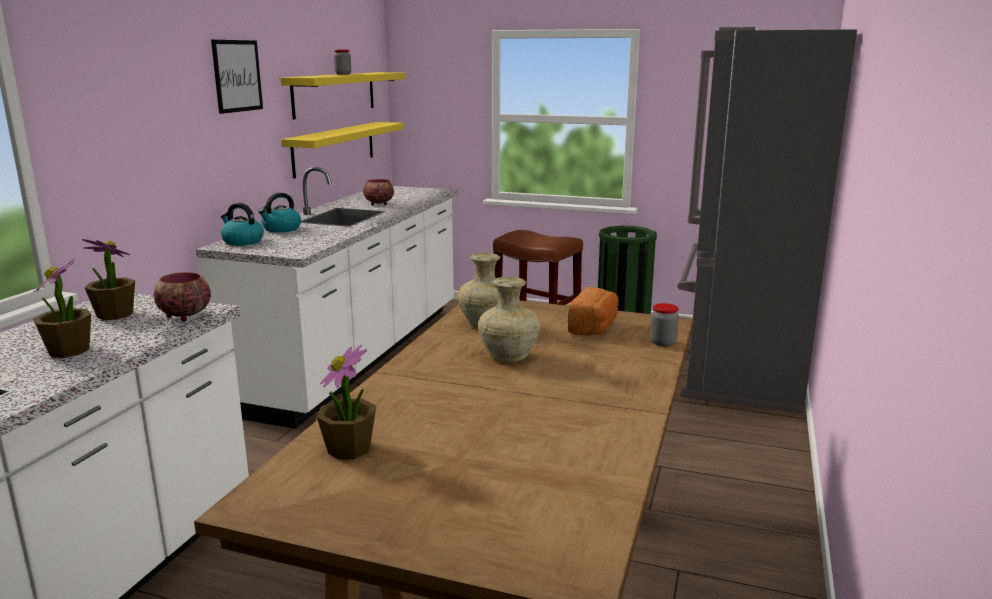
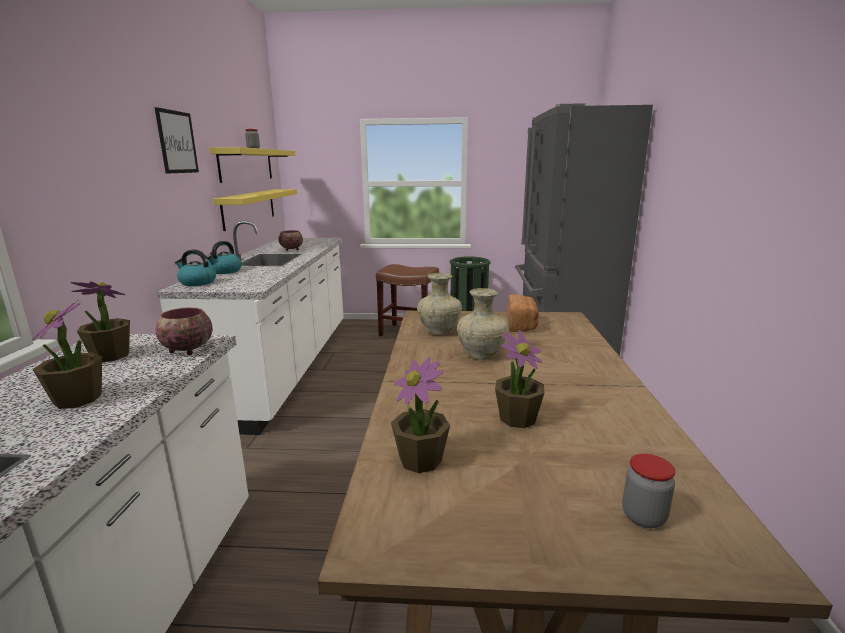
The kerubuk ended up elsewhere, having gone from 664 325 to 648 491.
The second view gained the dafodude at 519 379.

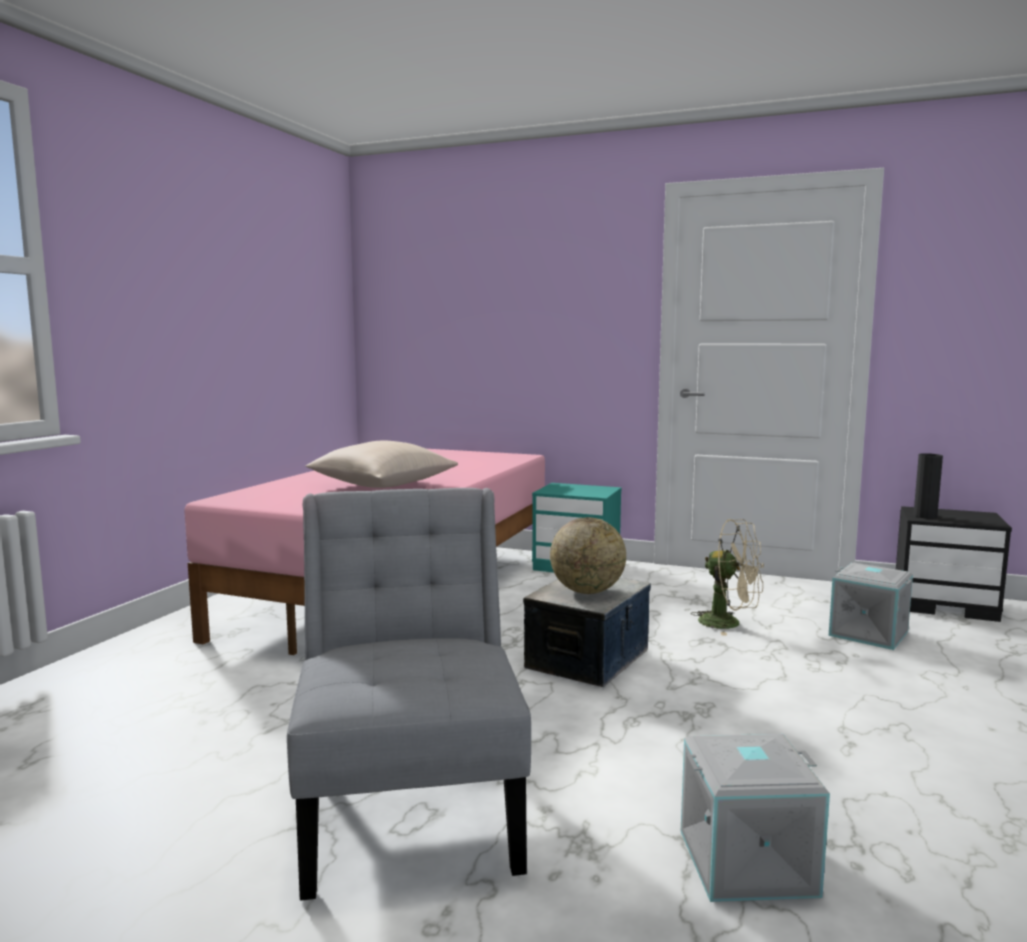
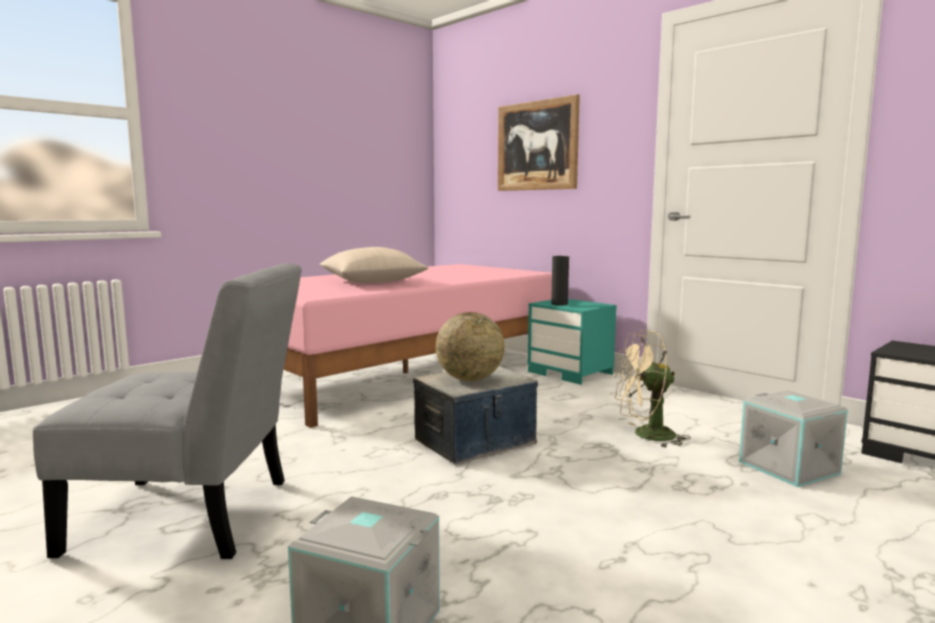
The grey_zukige at 409 694 ended up facing another way, 75 degrees clockwise from before.
The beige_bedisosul at 727 577 ended up facing another way, 120 degrees clockwise from before.
The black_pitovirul ended up elsewhere, having gone from 928 486 to 560 281.
The second view gained the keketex at 539 142.

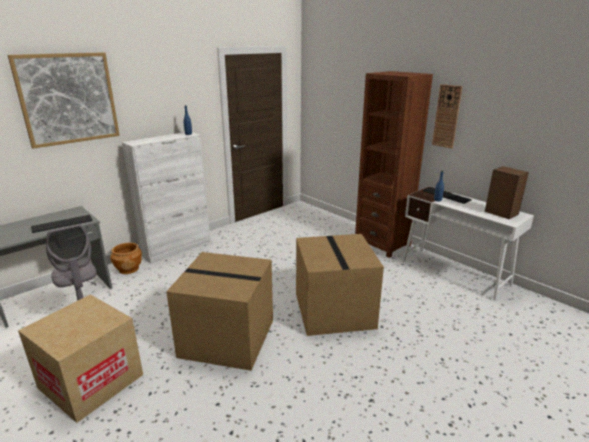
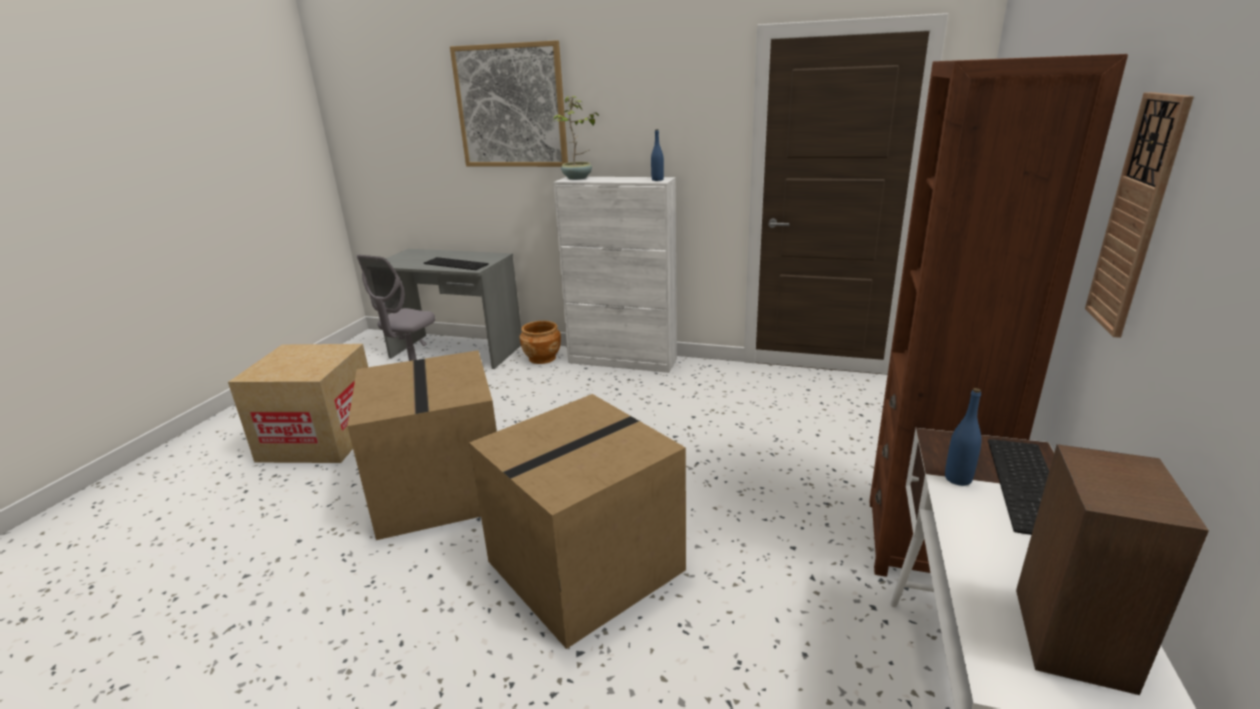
The second view gained the dafodude at 575 138.

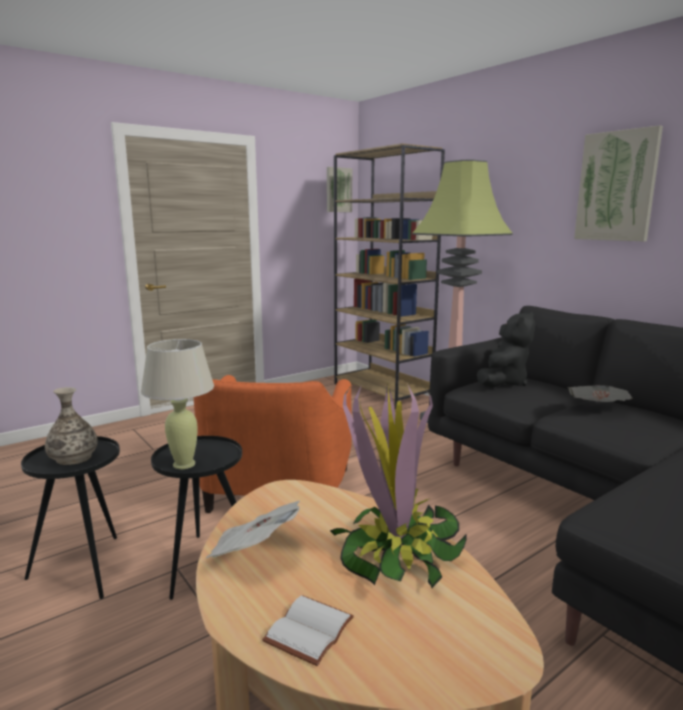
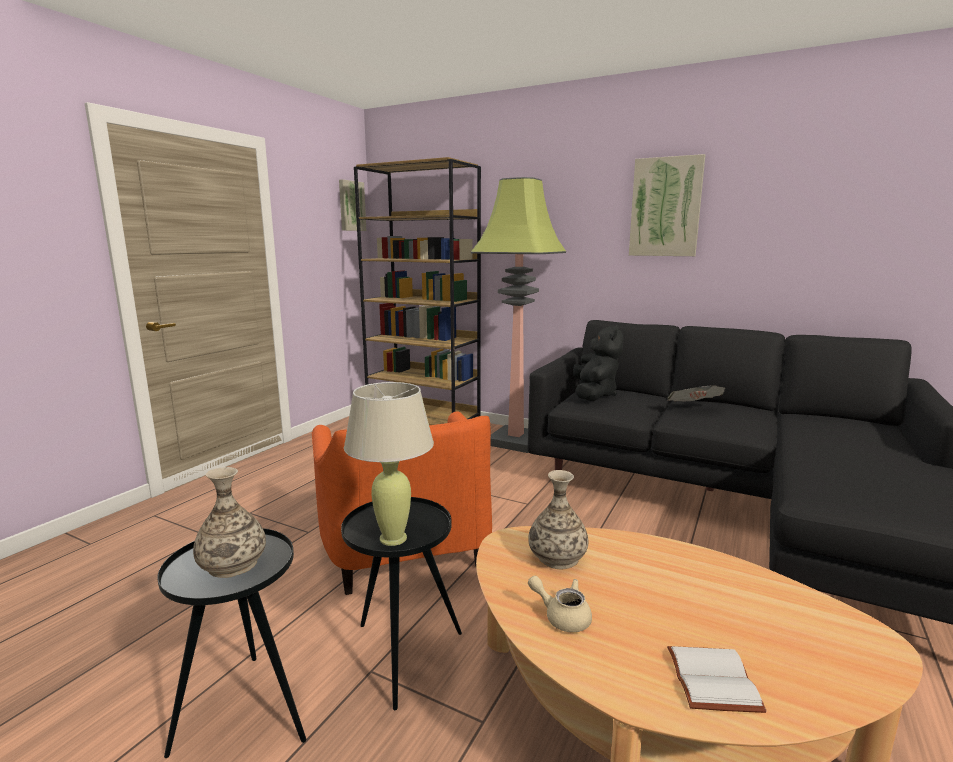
Where the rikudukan stood at 252 530, the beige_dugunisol came to stand at 560 604.
The second view lost the dafodude at 398 485.
The second view gained the pitovirul at 558 519.

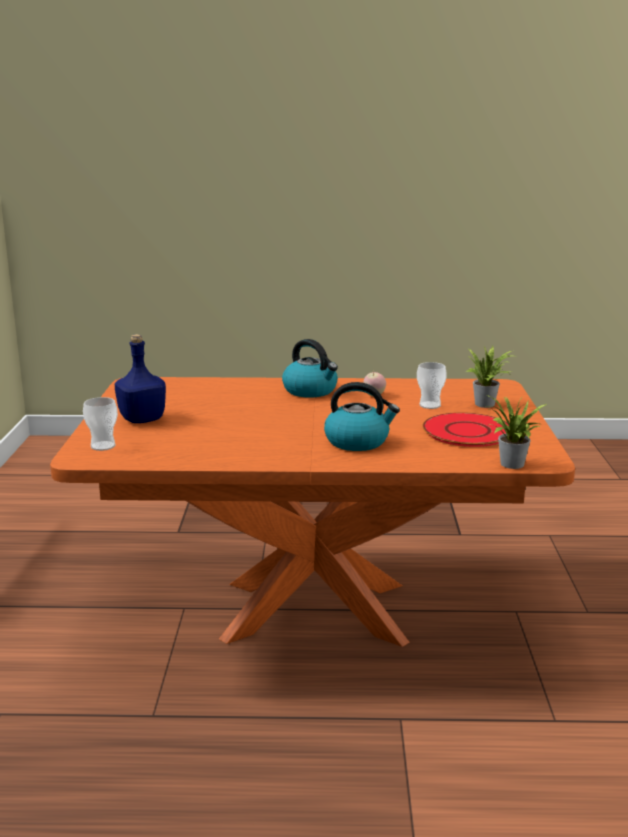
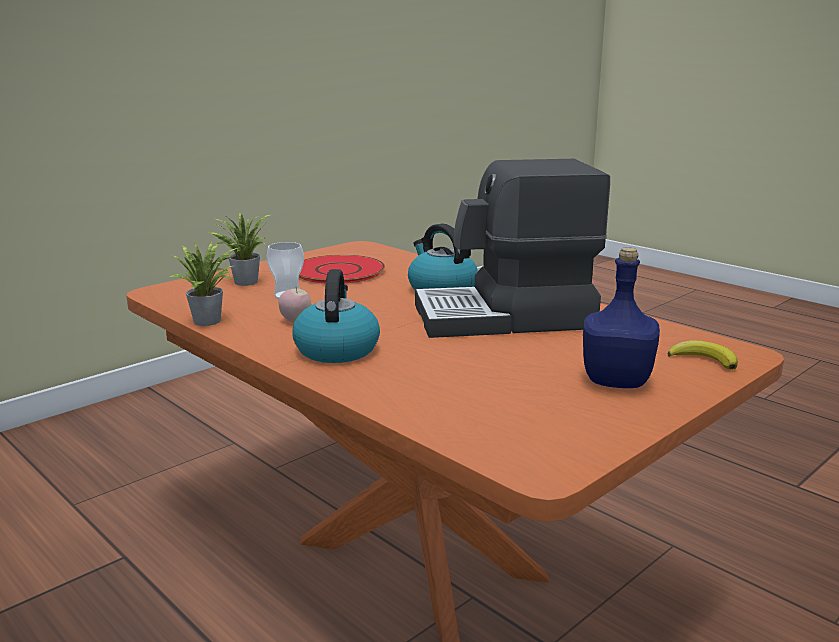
Where the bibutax stood at 100 424, the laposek came to stand at 703 355.
The dafodude ended up elsewhere, having gone from 517 432 to 204 283.
The second view gained the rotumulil at 512 248.

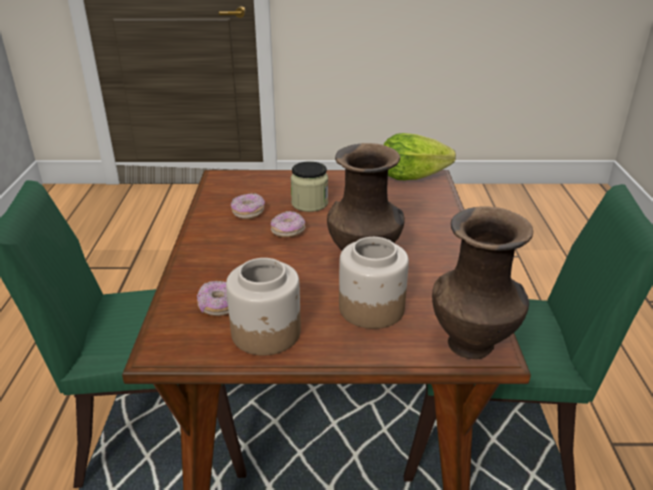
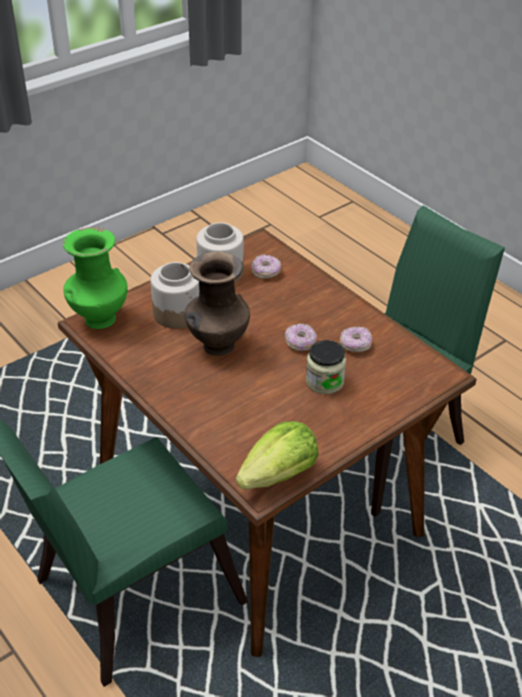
What was the brown_pitovirul at 482 282 turned into the green_pitovirul at 95 278.

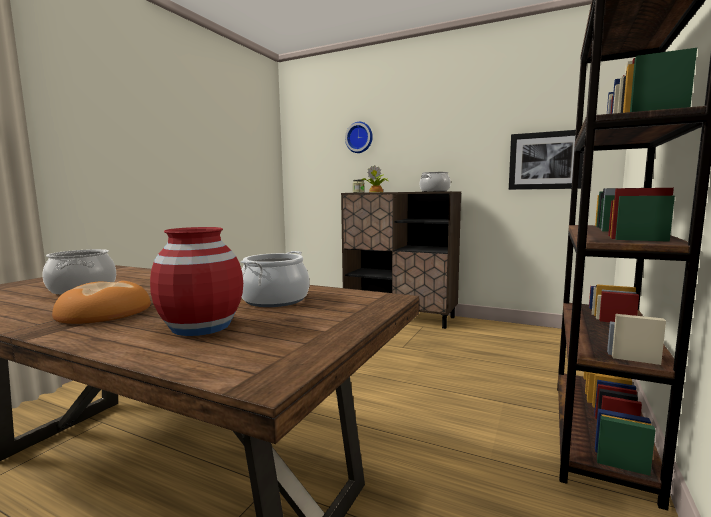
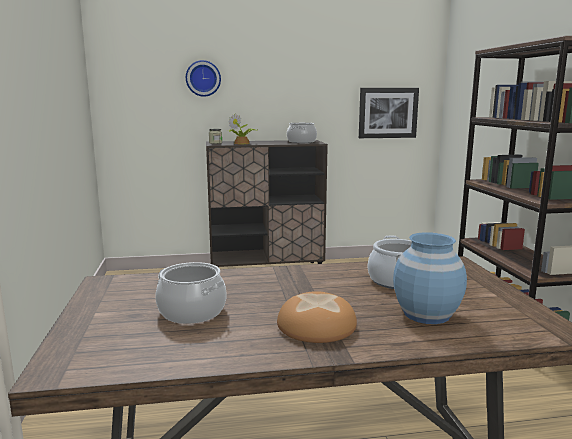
What was the red_pitovirul at 196 281 turned into the blue_pitovirul at 430 278.

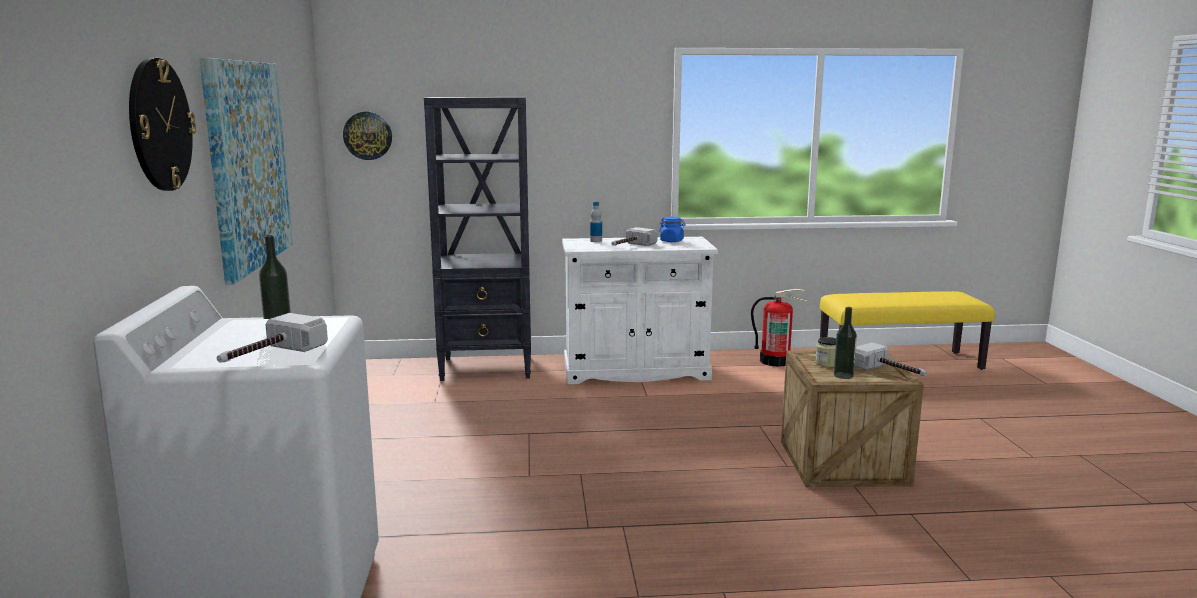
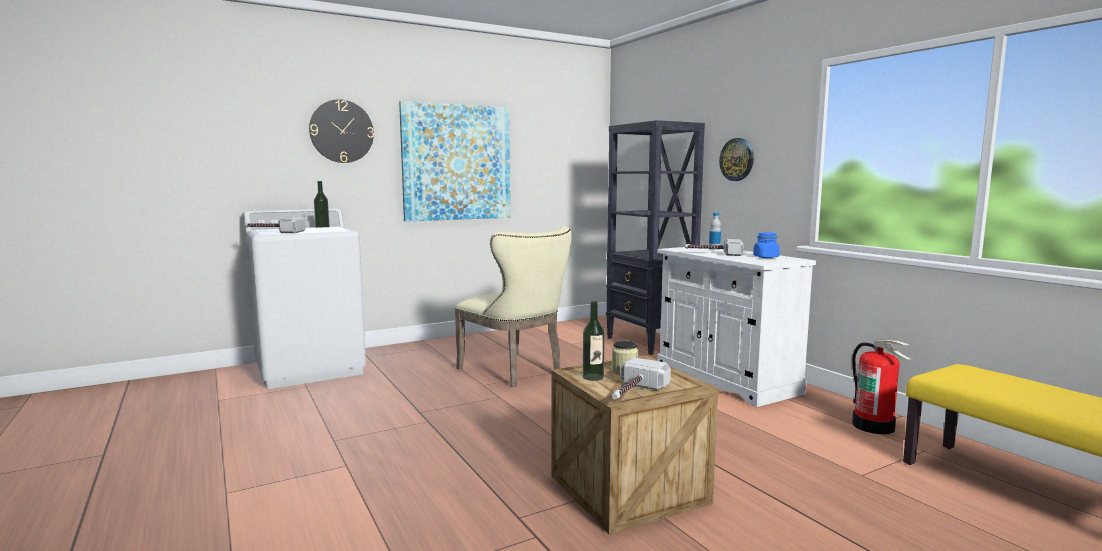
The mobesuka ended up elsewhere, having gone from 367 136 to 736 159.
The second view gained the beige_zukige at 513 307.

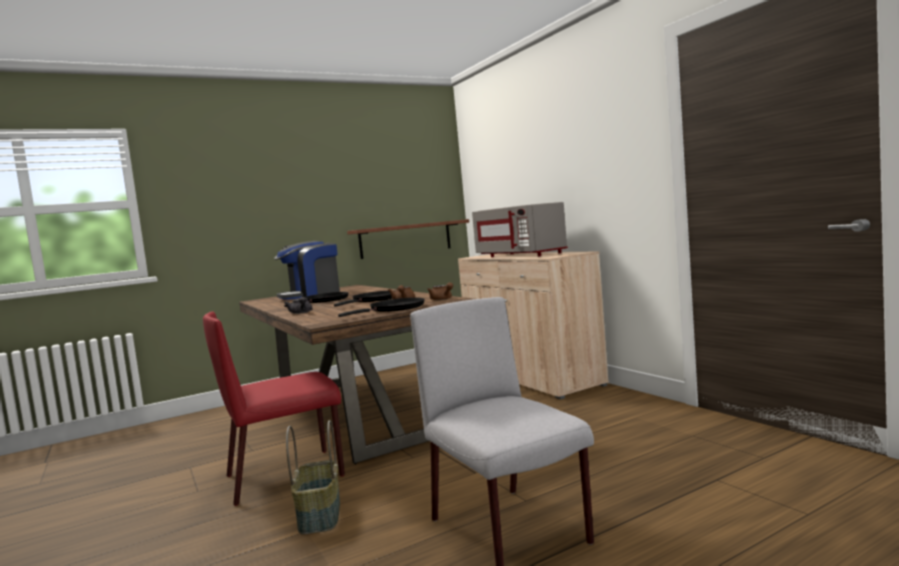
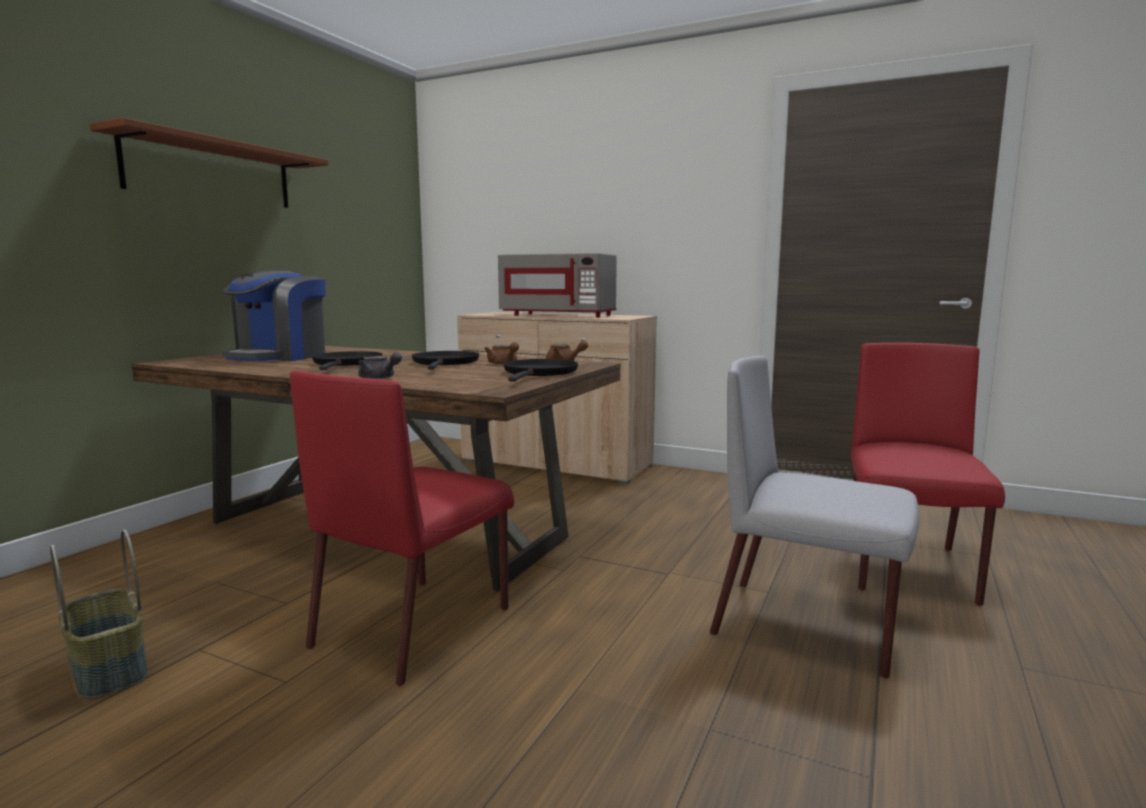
The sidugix ended up elsewhere, having gone from 313 477 to 99 614.
The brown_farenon ended up elsewhere, having gone from 408 239 to 209 163.
The second view gained the red_zukige at 928 474.

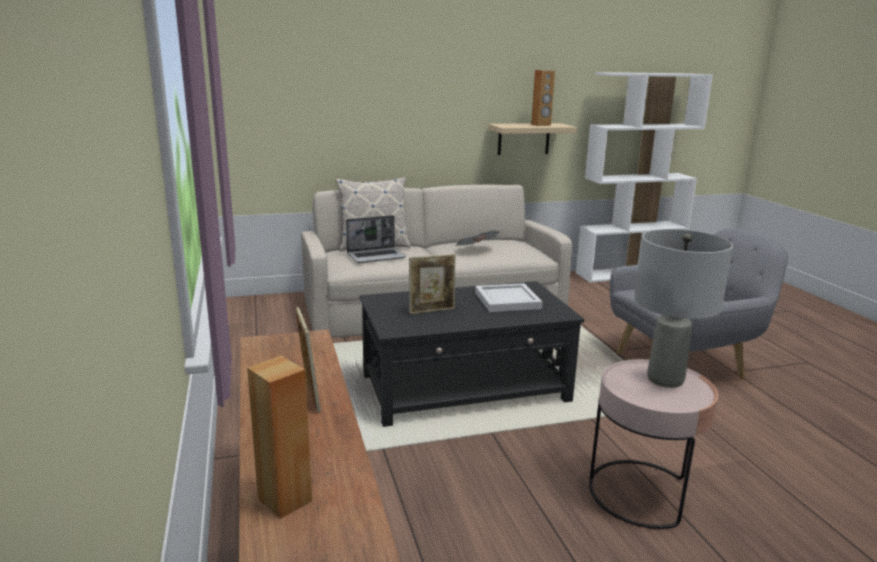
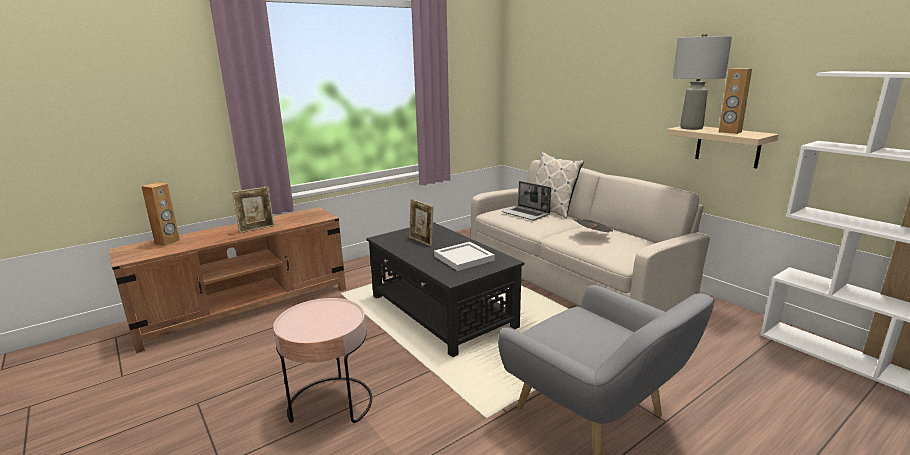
The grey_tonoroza ended up elsewhere, having gone from 684 308 to 702 81.

